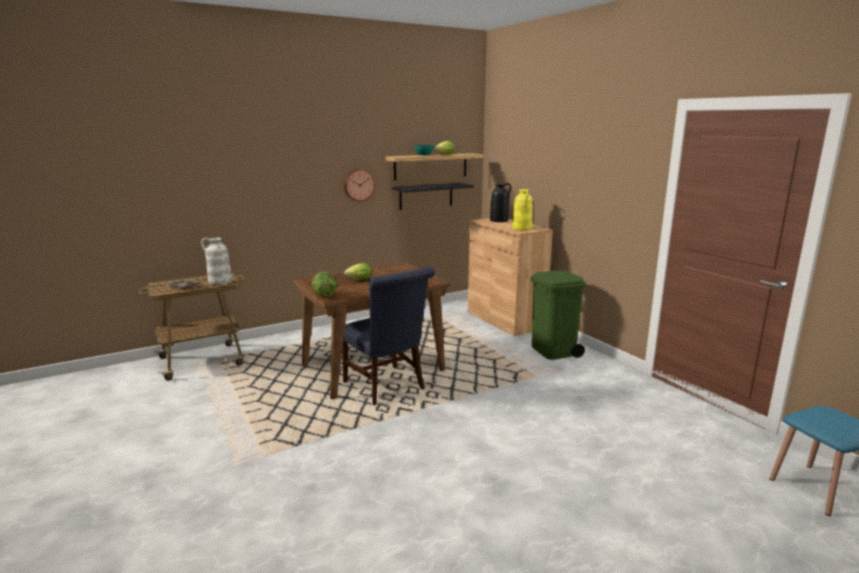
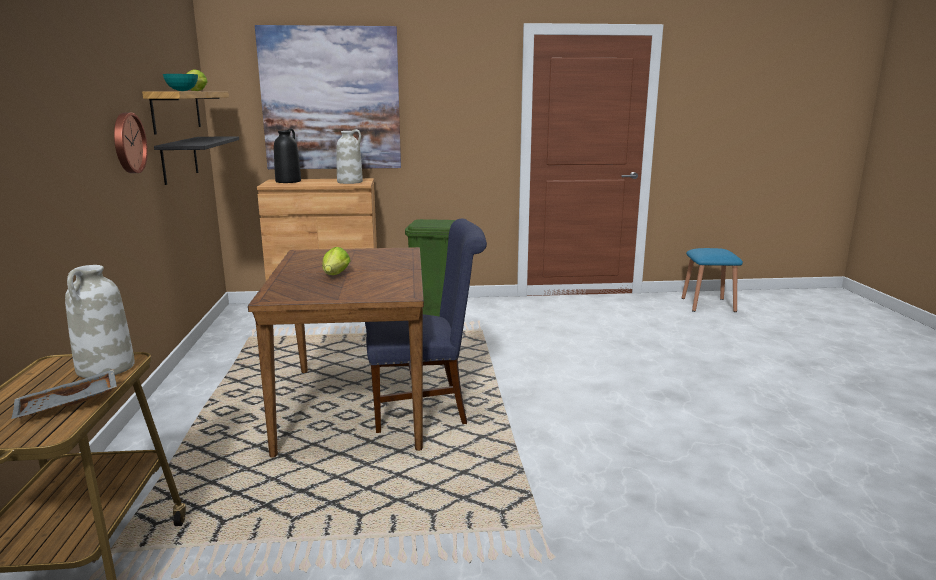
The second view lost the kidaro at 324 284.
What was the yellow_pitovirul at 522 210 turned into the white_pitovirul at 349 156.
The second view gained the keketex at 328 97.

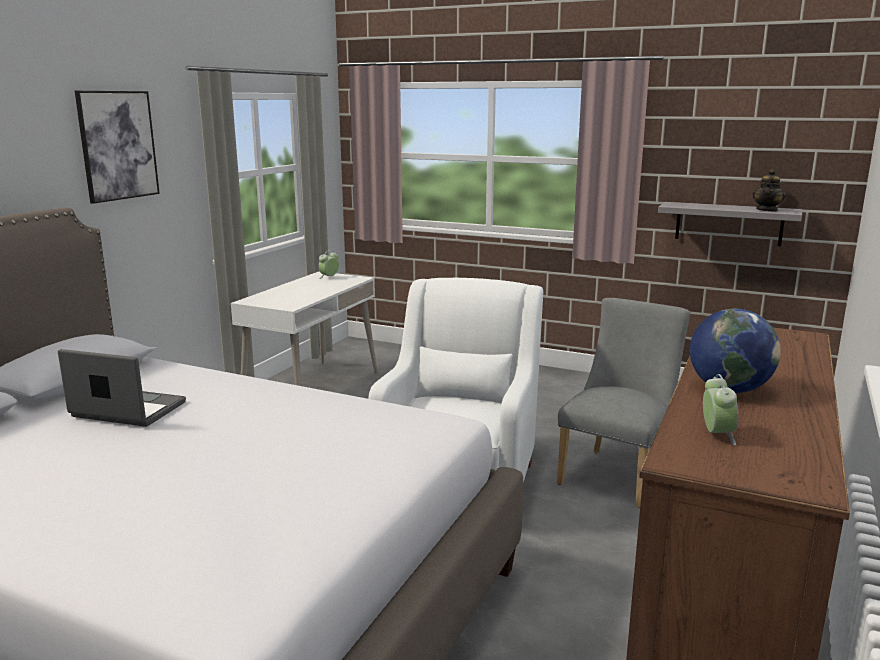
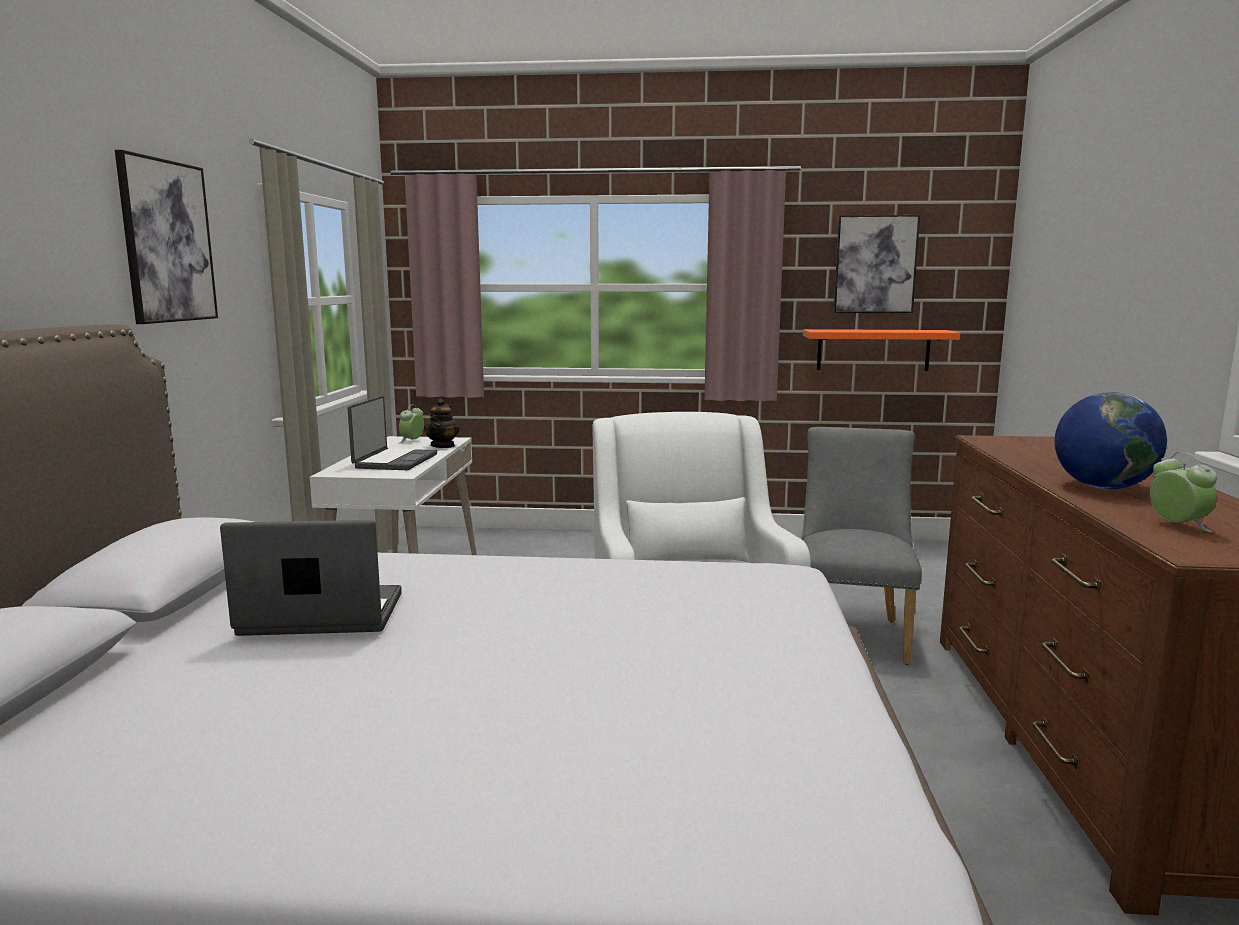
What was the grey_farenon at 730 224 turned into the orange_farenon at 881 350.
The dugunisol ended up elsewhere, having gone from 769 190 to 442 423.
The second view gained the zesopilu at 392 433.
The second view gained the keketex at 877 264.

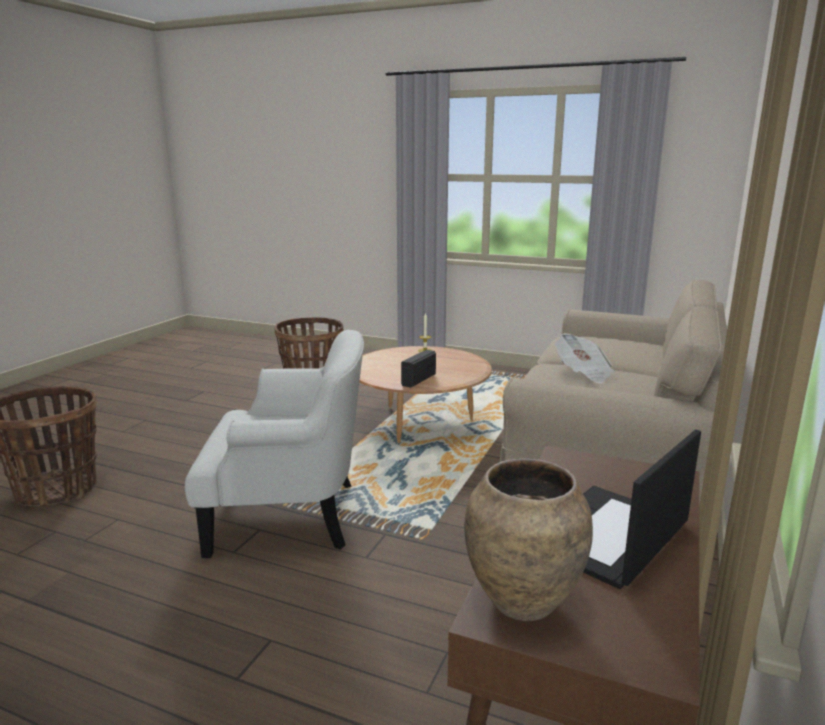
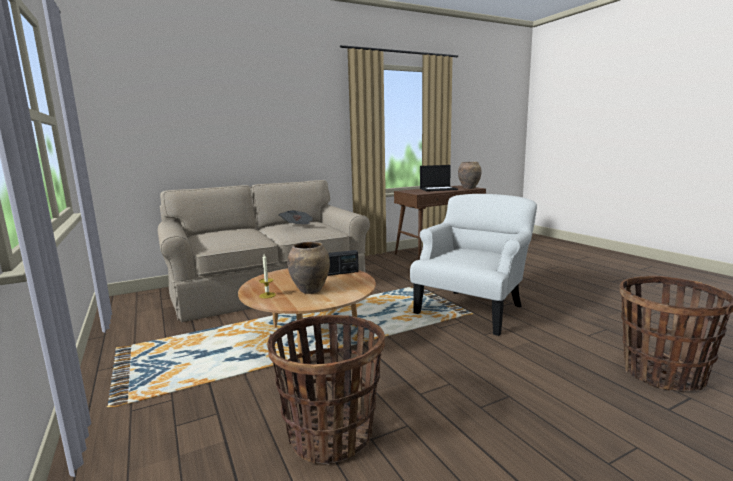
The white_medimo at 274 444 ended up facing another way, 90 degrees clockwise from before.
The second view gained the brown_pitovirul at 308 267.

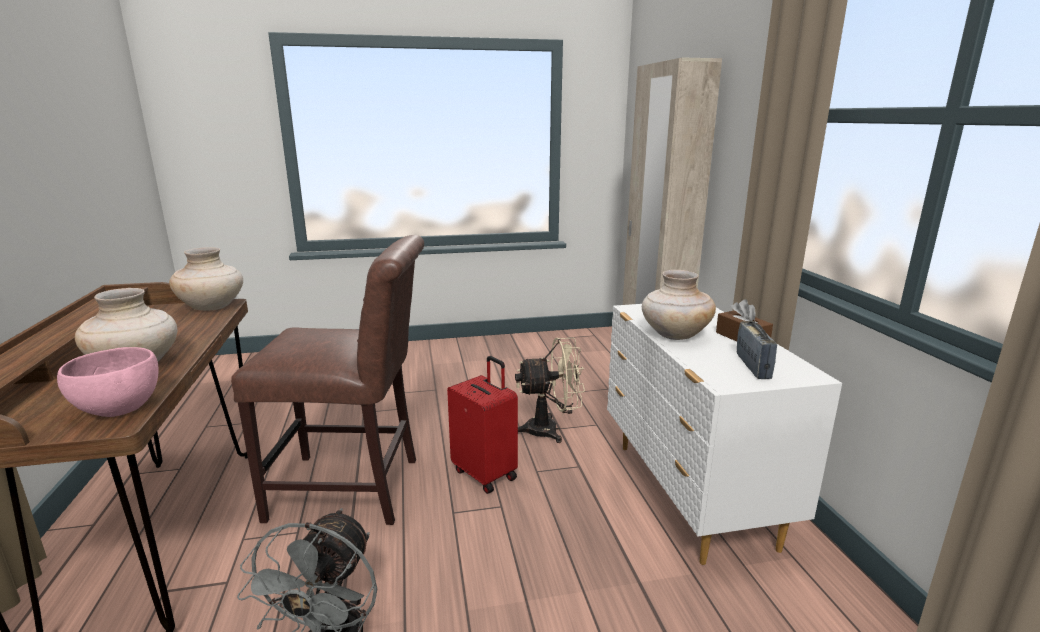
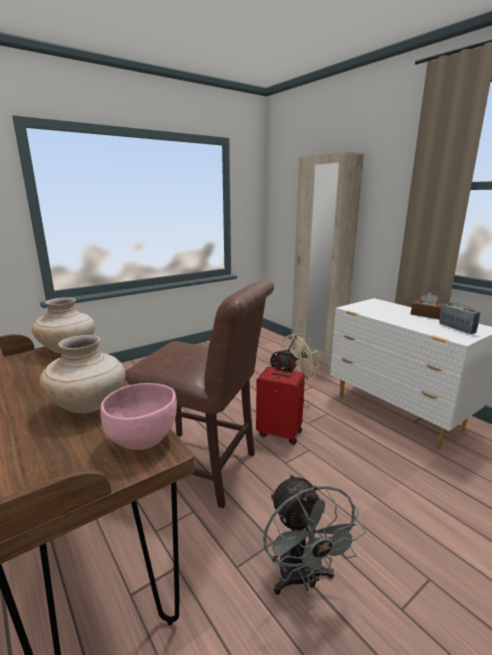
The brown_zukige at 327 380 ended up facing another way, 45 degrees clockwise from before.
The second view lost the beige_pitovirul at 679 305.

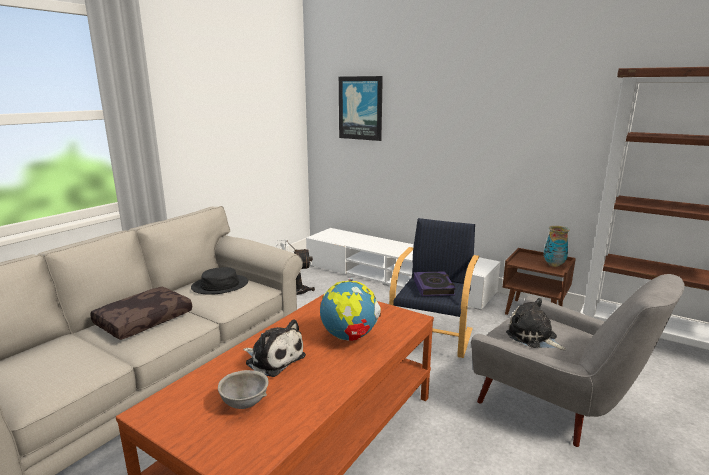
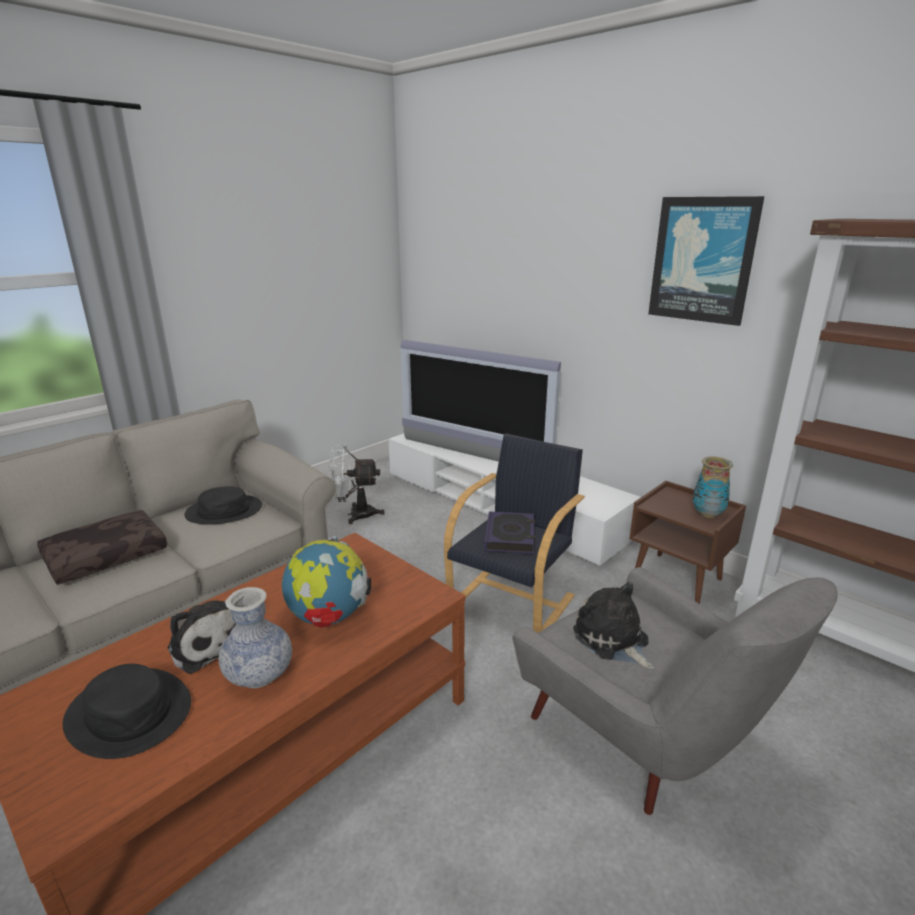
Where the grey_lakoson stood at 243 389, the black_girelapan came to stand at 127 711.
The keketex ended up elsewhere, having gone from 361 108 to 706 261.
The second view gained the pitovirul at 255 637.
The second view gained the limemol at 481 401.

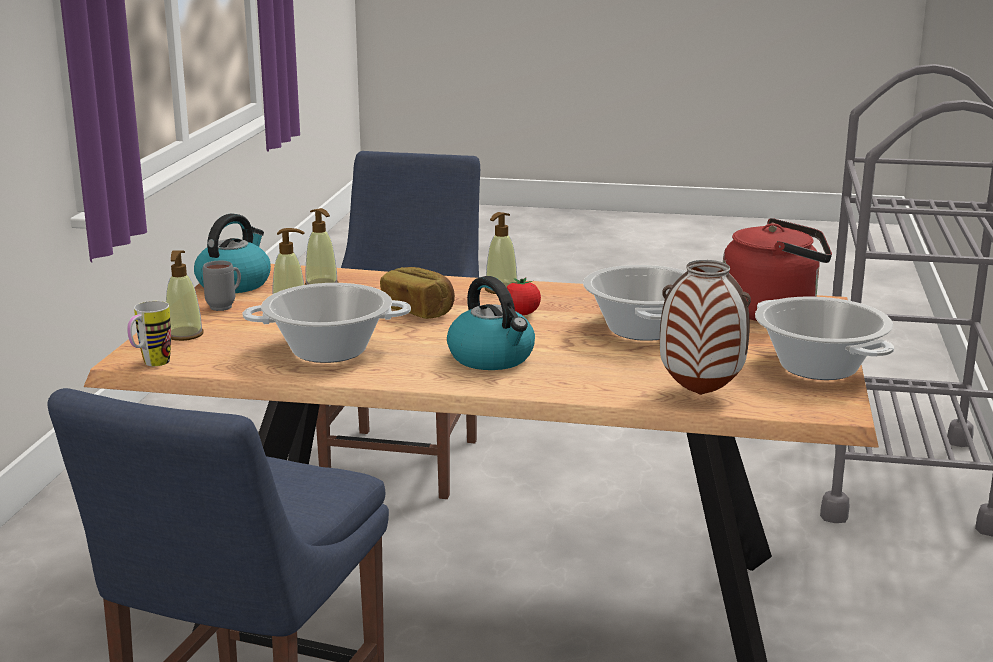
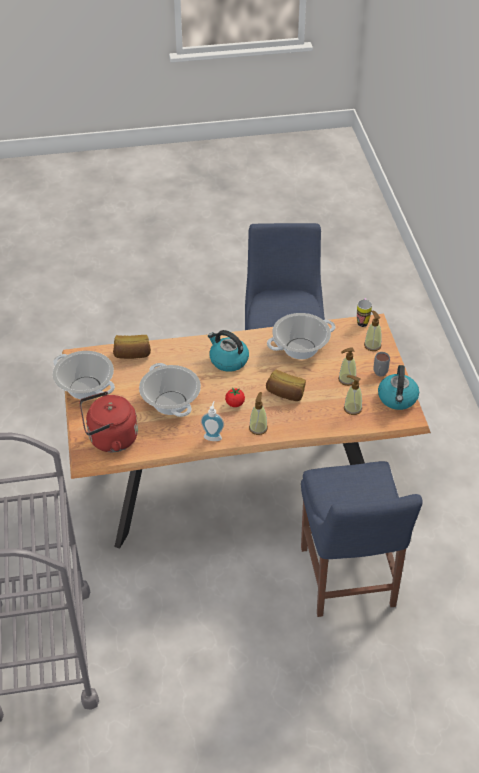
Where the pitovirul stood at 705 327, the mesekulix came to stand at 132 347.
The second view gained the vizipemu at 212 421.

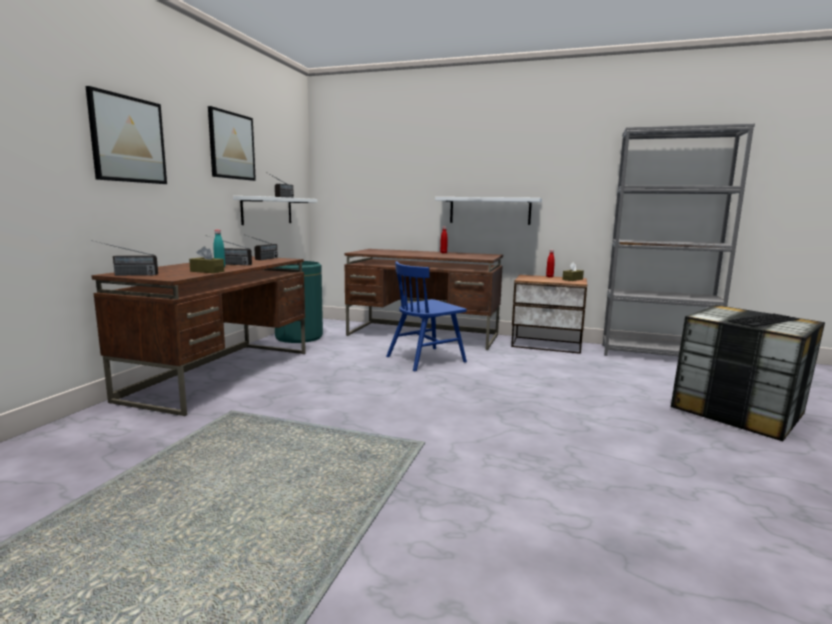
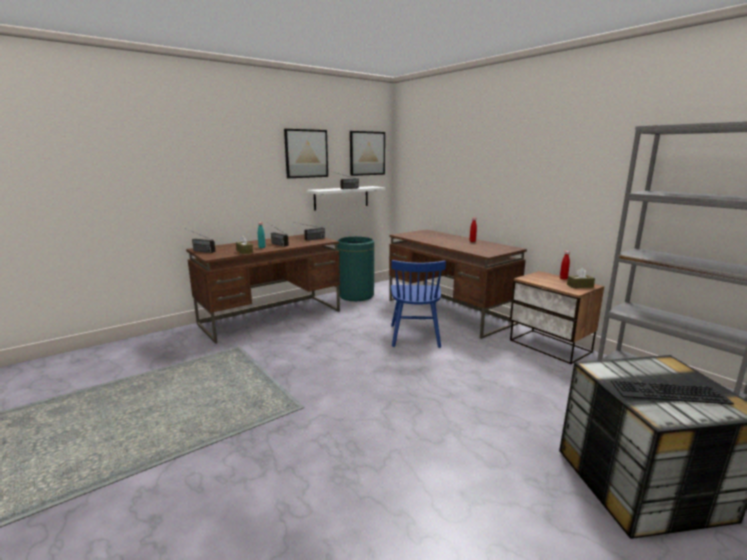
The keketex ended up elsewhere, having gone from 126 135 to 367 153.
The blue_zukige at 426 316 ended up facing another way, 90 degrees counterclockwise from before.
The second view lost the white_farenon at 488 211.

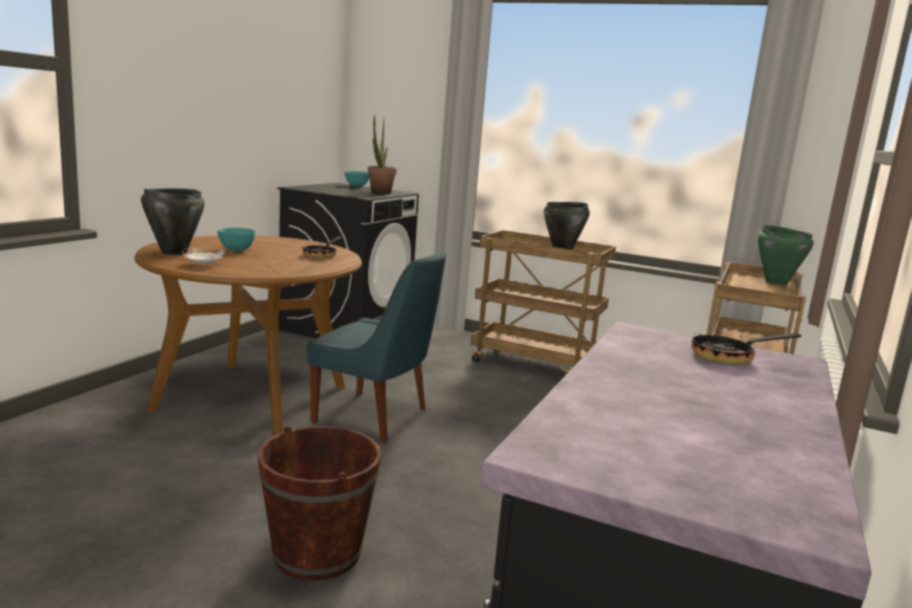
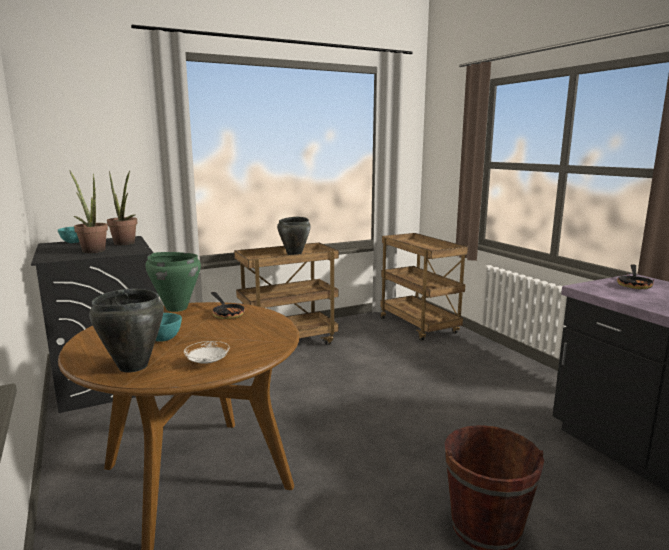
The second view lost the blue_zukige at 376 346.
The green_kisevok ended up elsewhere, having gone from 786 255 to 173 282.
The second view gained the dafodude at 88 211.

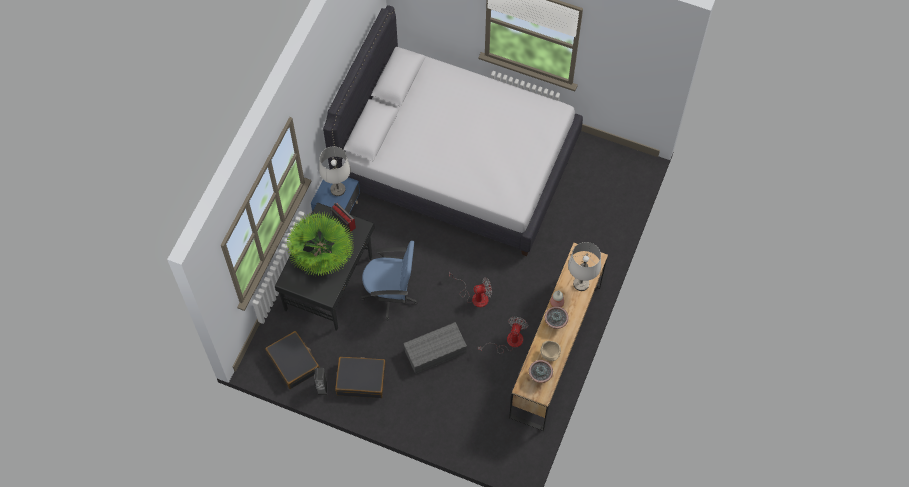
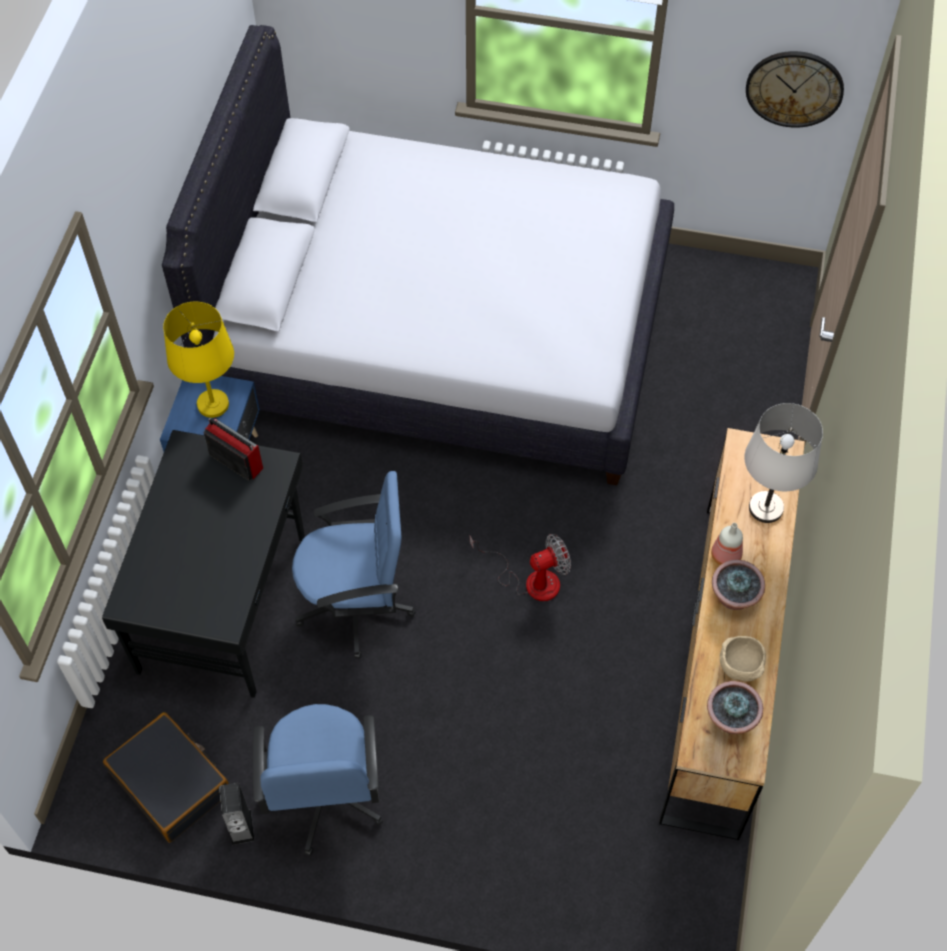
The second view lost the dafodude at 320 244.
What was the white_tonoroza at 335 171 turned into the yellow_tonoroza at 198 360.
Where the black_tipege stood at 360 377, the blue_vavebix came to stand at 318 780.
The second view lost the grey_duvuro at 435 348.
The second view lost the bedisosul at 503 335.
The second view gained the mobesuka at 795 89.

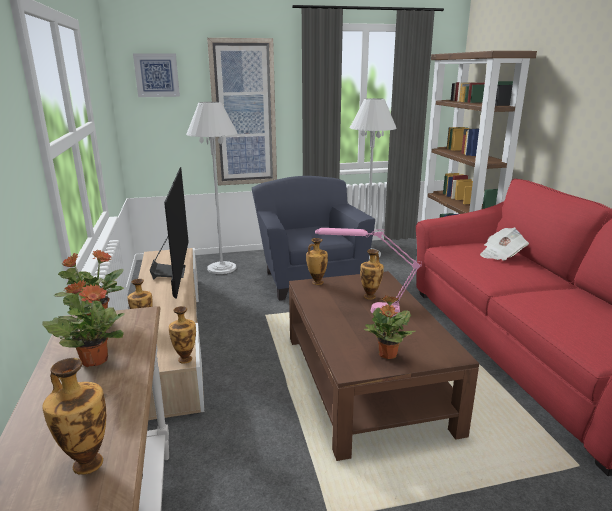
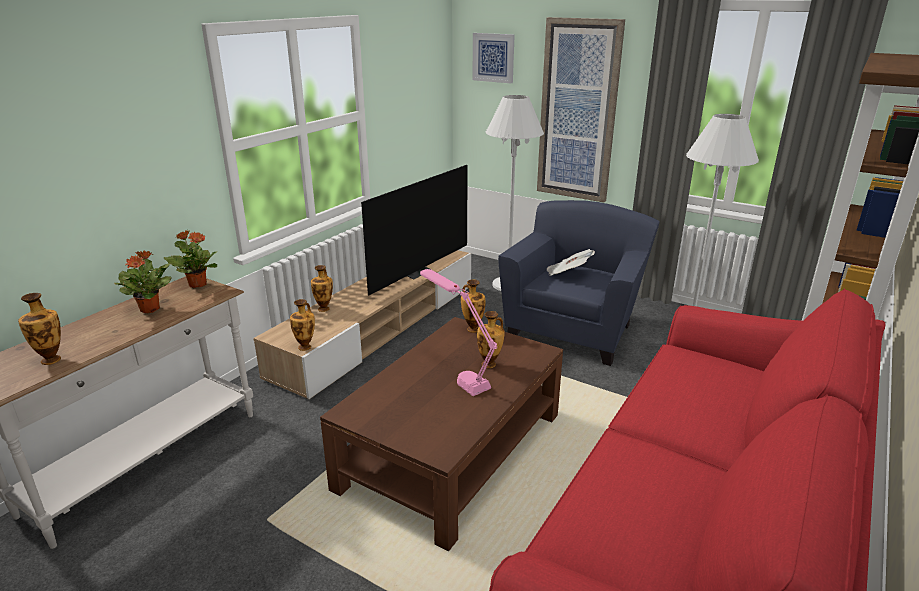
The second view lost the dafodude at 390 327.
The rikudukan ended up elsewhere, having gone from 504 243 to 571 262.

